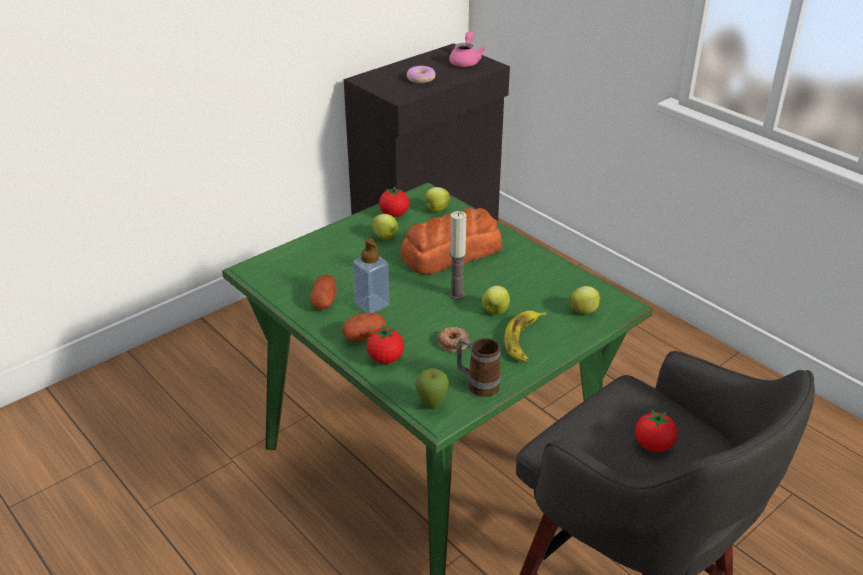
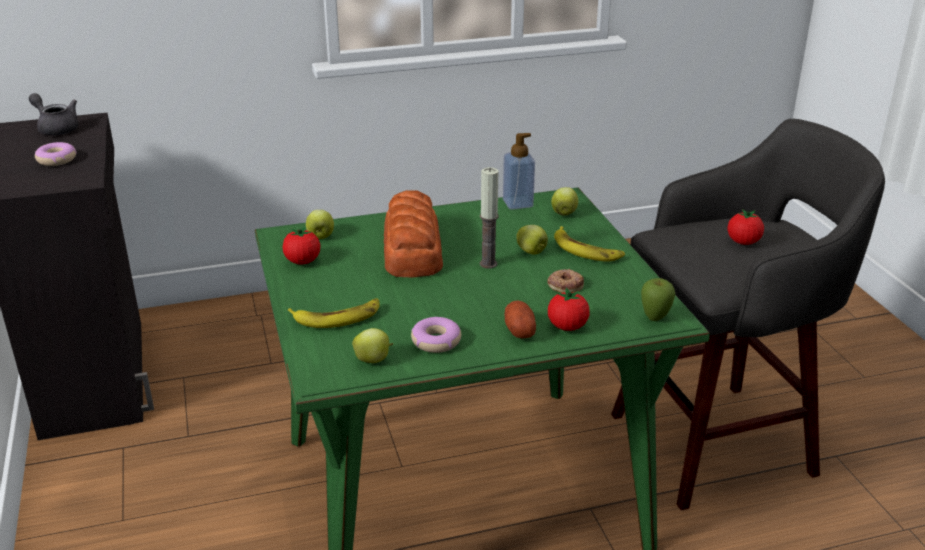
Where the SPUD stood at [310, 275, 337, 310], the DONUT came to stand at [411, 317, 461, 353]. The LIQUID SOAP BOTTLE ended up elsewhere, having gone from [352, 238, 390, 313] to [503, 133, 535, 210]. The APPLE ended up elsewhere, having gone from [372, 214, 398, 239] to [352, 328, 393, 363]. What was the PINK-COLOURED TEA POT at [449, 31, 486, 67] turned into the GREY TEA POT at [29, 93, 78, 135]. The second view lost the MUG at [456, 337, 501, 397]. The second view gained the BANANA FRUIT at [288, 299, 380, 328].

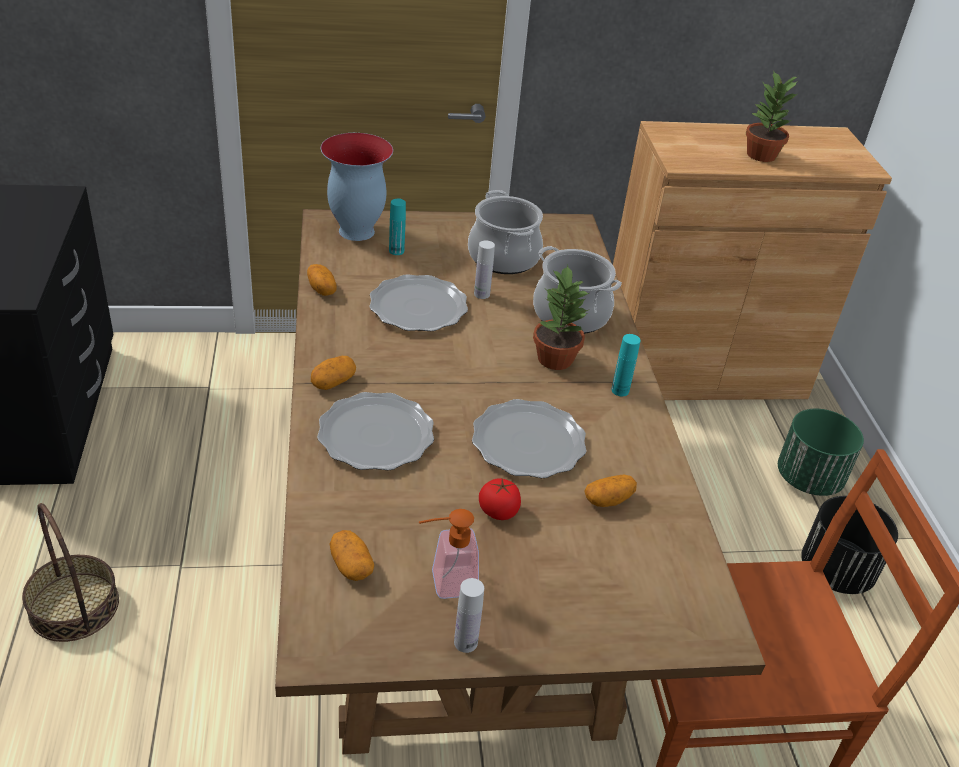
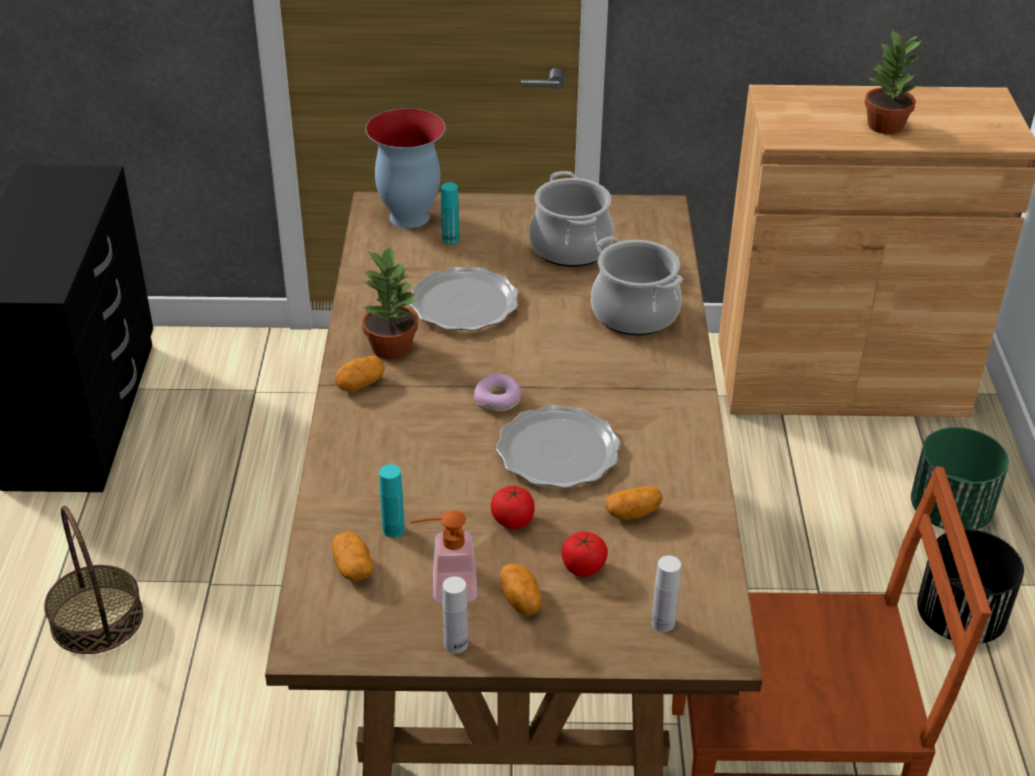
The SPUD ended up elsewhere, having gone from [307, 264, 337, 296] to [500, 563, 542, 615]. The second view lost the DINNER PLATE at [317, 392, 434, 470]. The WHITE-COLOURED BEVERAGE BOTTLE ended up elsewhere, having gone from [474, 240, 495, 299] to [652, 556, 681, 632]. The HOUSEPLANT ended up elsewhere, having gone from [533, 265, 589, 370] to [362, 245, 418, 359]. The TURQUOISE BEVERAGE BOTTLE ended up elsewhere, having gone from [611, 334, 641, 396] to [379, 464, 405, 538]. The second view gained the DONUT at [474, 374, 522, 412]. The second view gained the TOMATO at [562, 532, 608, 577].

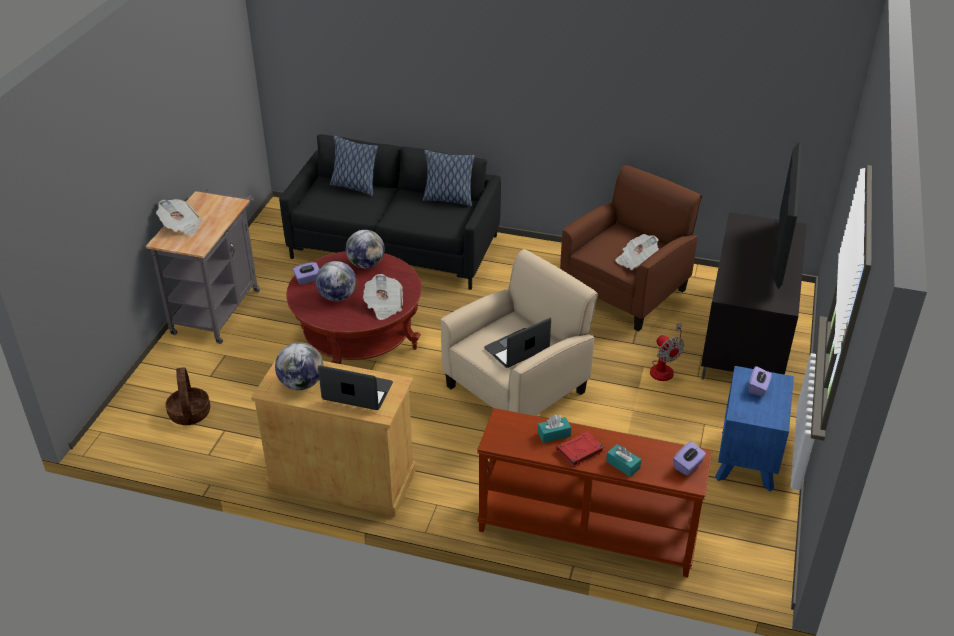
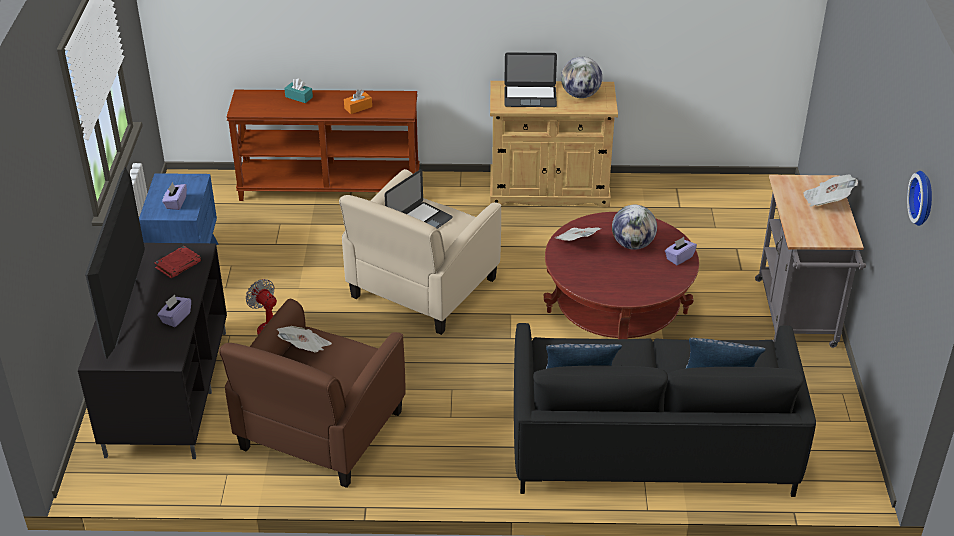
The second view lost the STORAGE BASKET at [166, 367, 210, 425]. The second view lost the WORLD GLOBE at [346, 230, 385, 268]. What was the TURQUOISE TISSUE HOLDER at [537, 415, 571, 443] turned into the ORANGE TISSUE HOLDER at [344, 90, 372, 114]. The RED-COLOURED BOOK ended up elsewhere, having gone from [556, 431, 604, 467] to [155, 246, 201, 279]. The PURPLE TISSUE HOLDER ended up elsewhere, having gone from [673, 441, 706, 476] to [157, 294, 191, 327]. The second view gained the HANGING CLOCK at [907, 171, 932, 226].

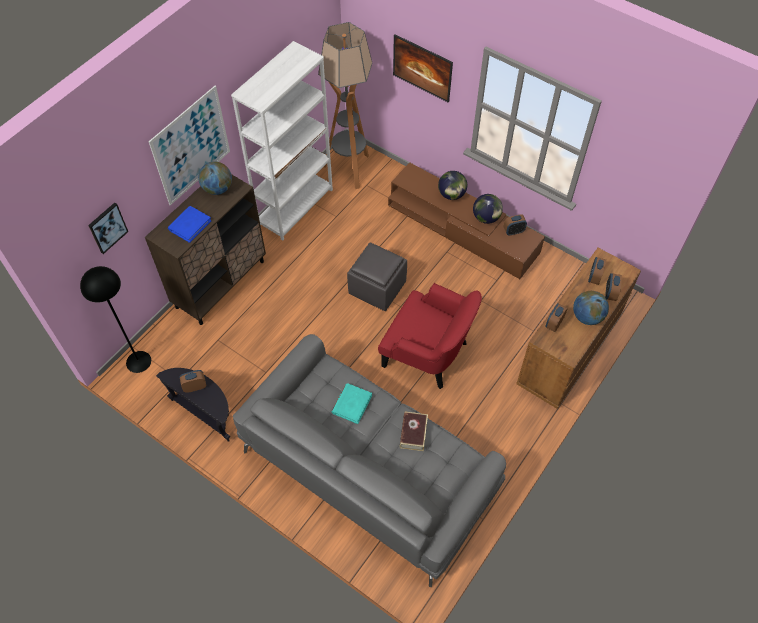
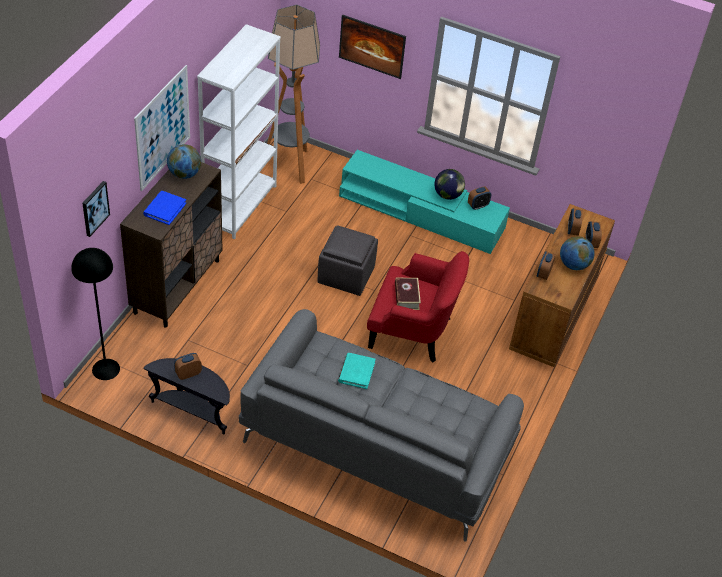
What was the BROWN-COLOURED TV STAND at [388, 162, 545, 279] turned into the TURQUOISE TV STAND at [339, 150, 510, 254]. The BOOK ended up elsewhere, having gone from [400, 412, 428, 451] to [395, 278, 421, 310]. The second view lost the WORLD GLOBE at [438, 171, 467, 200].

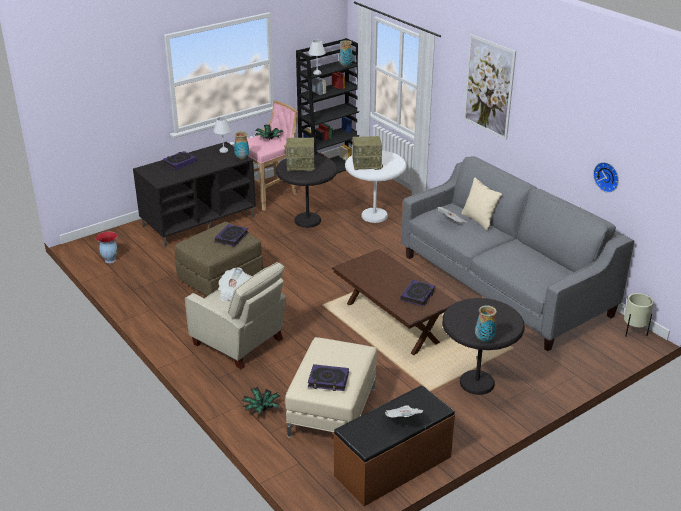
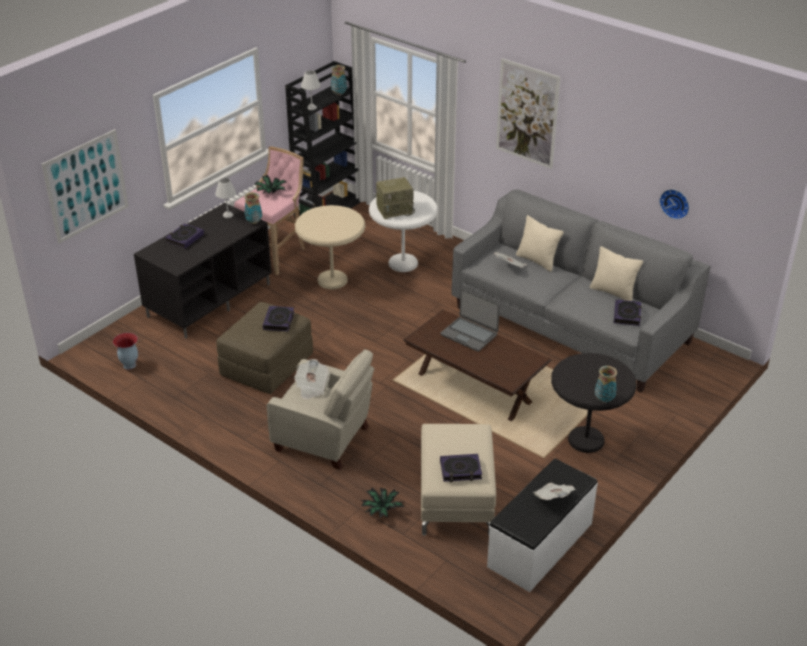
What was the BLACK END TABLE at [276, 155, 338, 228] turned into the BEIGE END TABLE at [295, 205, 365, 289]. The second view lost the RADIO RECEIVER at [286, 137, 316, 172]. What was the BROWN-COLOURED LONG SEAT at [333, 386, 455, 506] turned into the WHITE-COLOURED LONG SEAT at [487, 458, 598, 592]. The BOOK ended up elsewhere, having gone from [400, 280, 435, 307] to [614, 299, 642, 326]. The second view lost the BEIGE FLOWER POT at [624, 293, 654, 337]. The second view gained the WALL ART at [42, 129, 129, 243]. The second view gained the LAPTOP at [440, 289, 500, 352]. The second view gained the BEIGE THROW PILLOW at [590, 246, 643, 301].

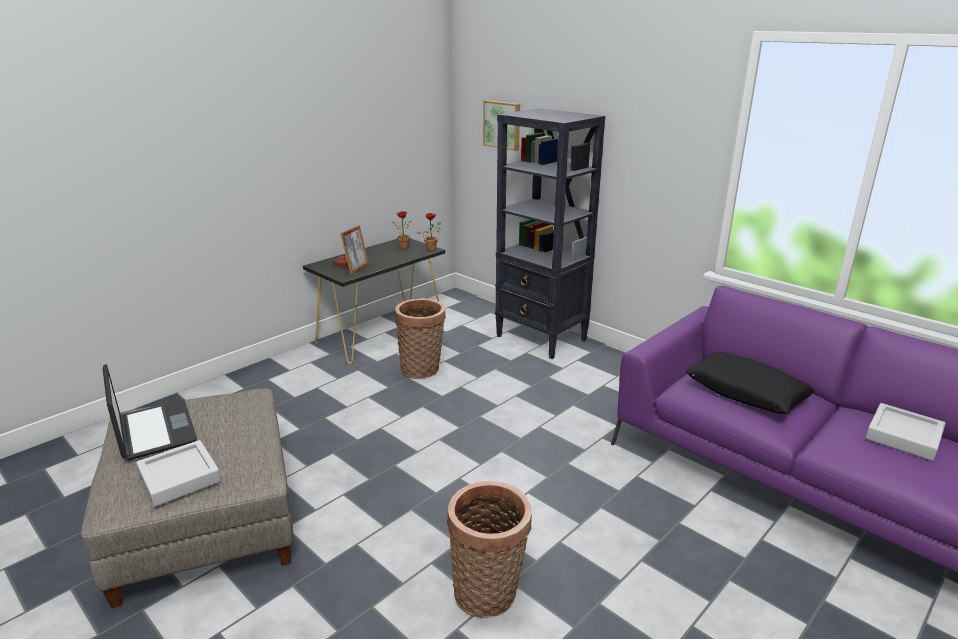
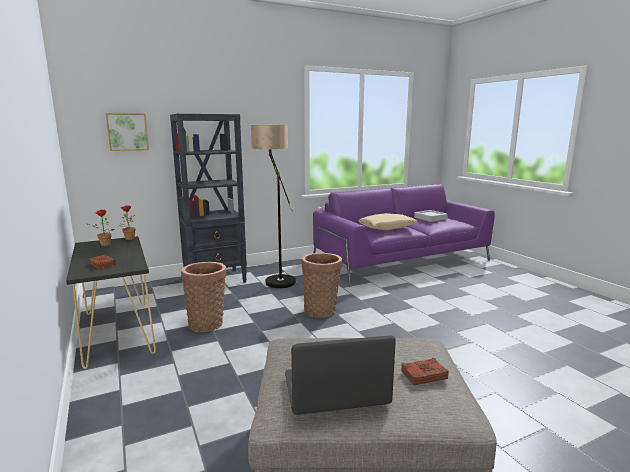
Where the GREY TRAY stood at [136, 440, 221, 507], the BROWN-COLOURED BOOK came to stand at [401, 358, 449, 385]. The second view lost the PICTURE FRAME at [340, 225, 369, 274]. The STORAGE BASKET ended up elsewhere, having gone from [447, 481, 532, 618] to [301, 253, 342, 318]. What was the BLACK THROW PILLOW at [686, 352, 815, 414] turned into the BEIGE THROW PILLOW at [359, 213, 417, 230]. The second view gained the FLOOR LAMP at [251, 124, 296, 288].

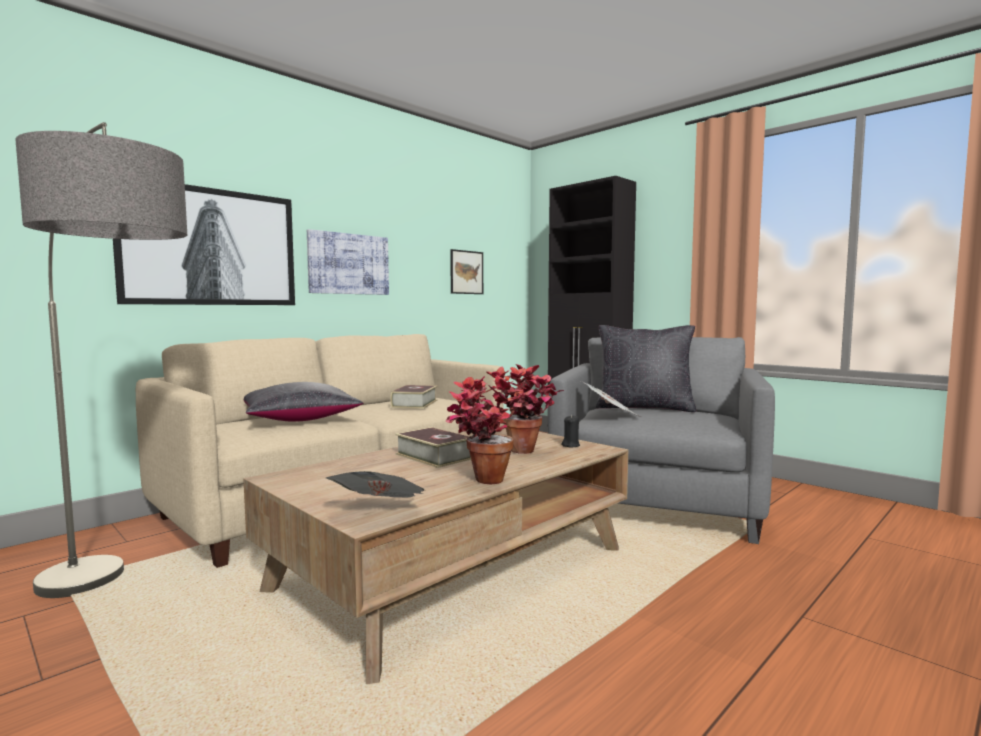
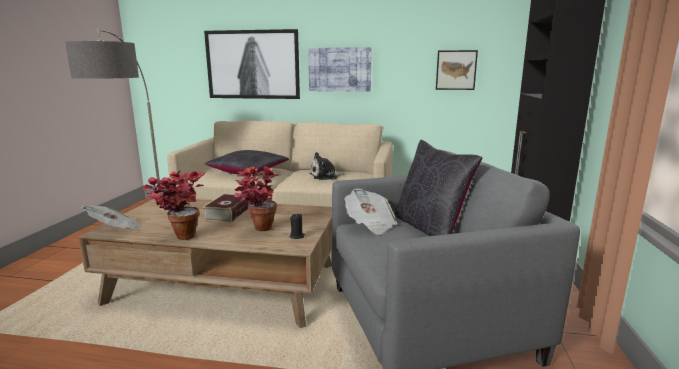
Where the BOOK stood at [390, 385, 437, 409], the CUDDLY TOY came to stand at [310, 152, 345, 180].

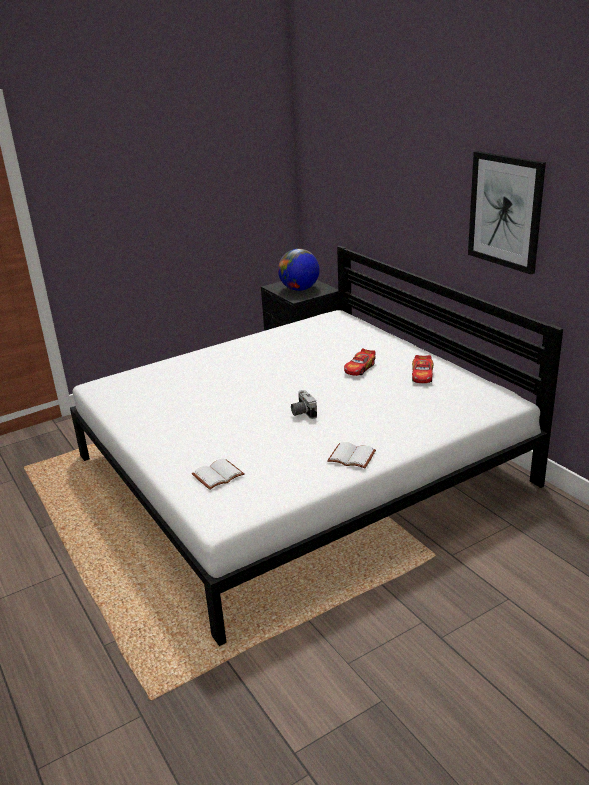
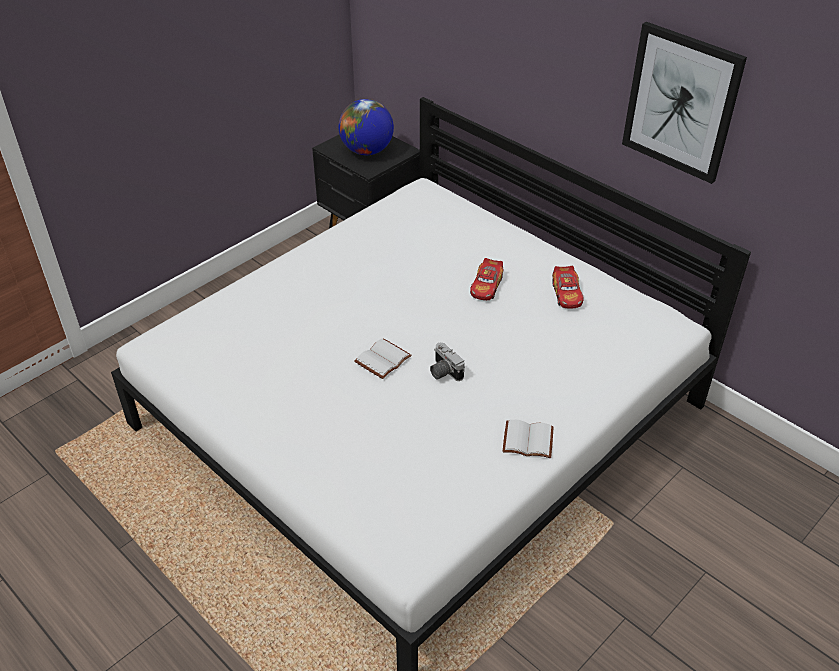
The WHITE-COLOURED BOOK ended up elsewhere, having gone from [192, 458, 244, 490] to [354, 338, 412, 379].

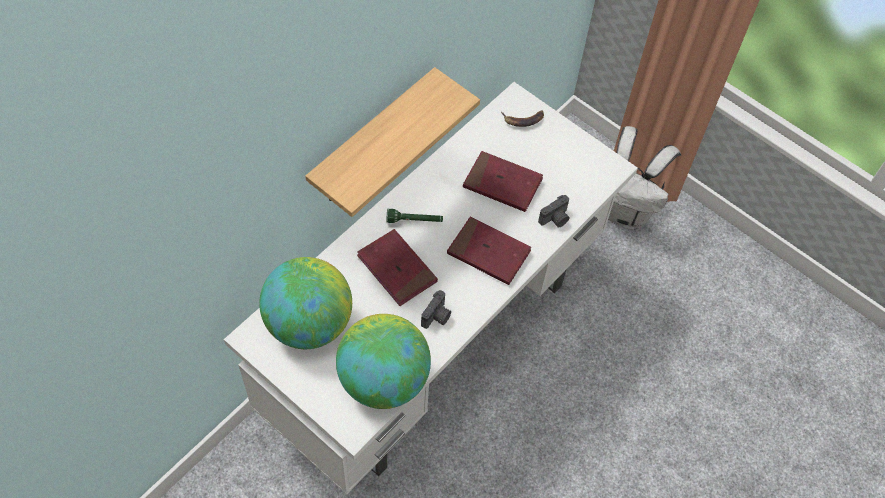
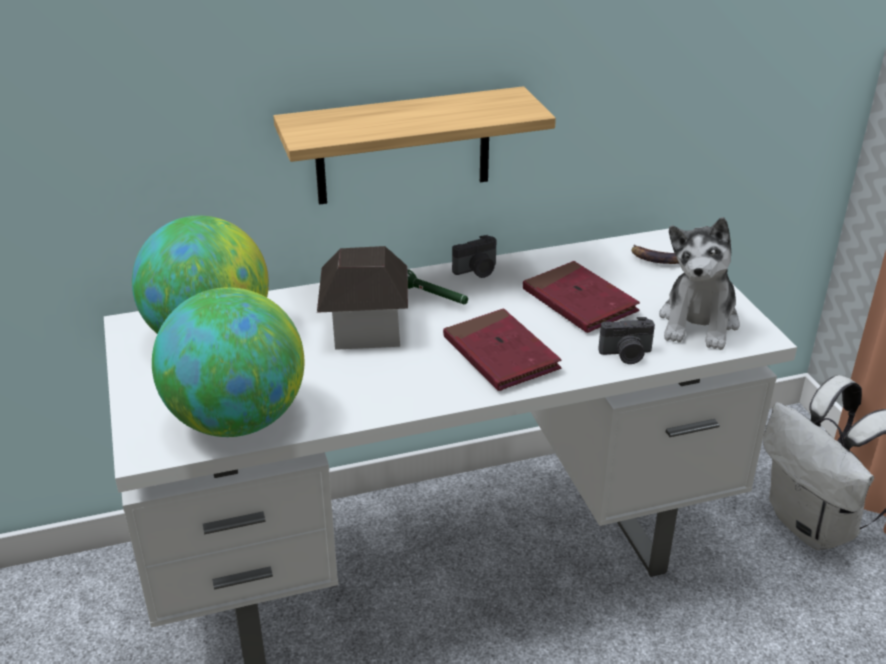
Where the RED-COLOURED BOOK stood at [357, 229, 438, 306], the MODEL HOUSE came to stand at [317, 246, 408, 350]. The STILL CAMERA ended up elsewhere, having gone from [421, 290, 451, 329] to [452, 235, 497, 278]. The second view gained the CUDDLY TOY at [659, 217, 740, 350].

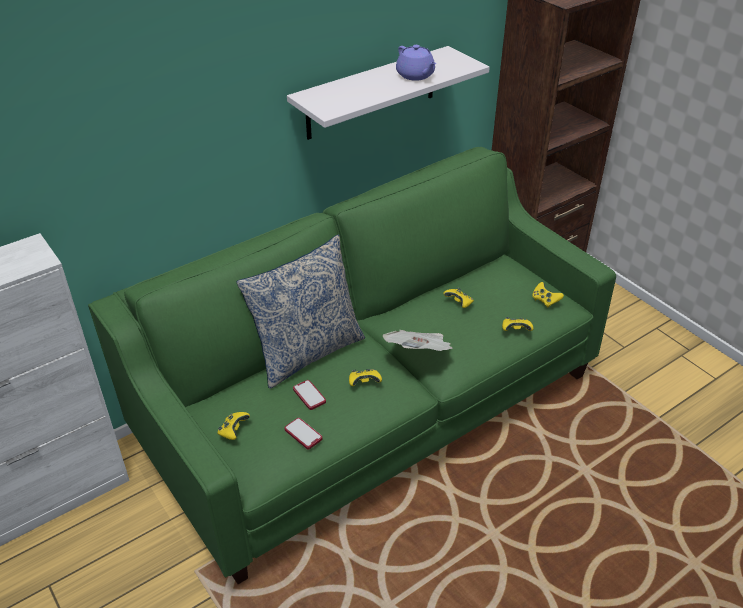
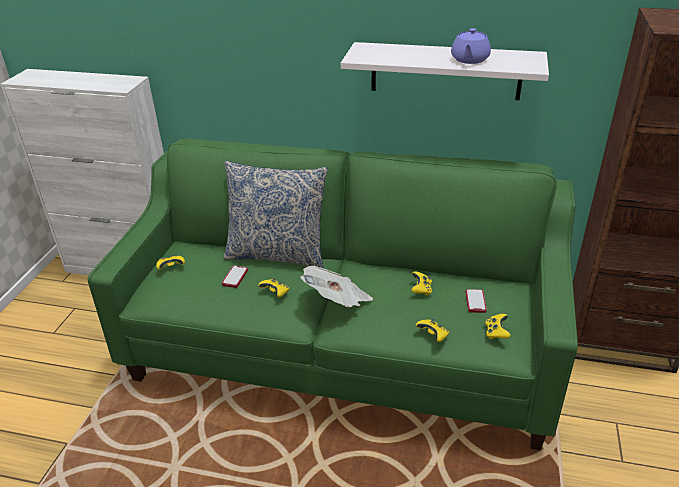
The HANDSET ended up elsewhere, having gone from [284, 418, 322, 449] to [466, 289, 487, 313].

